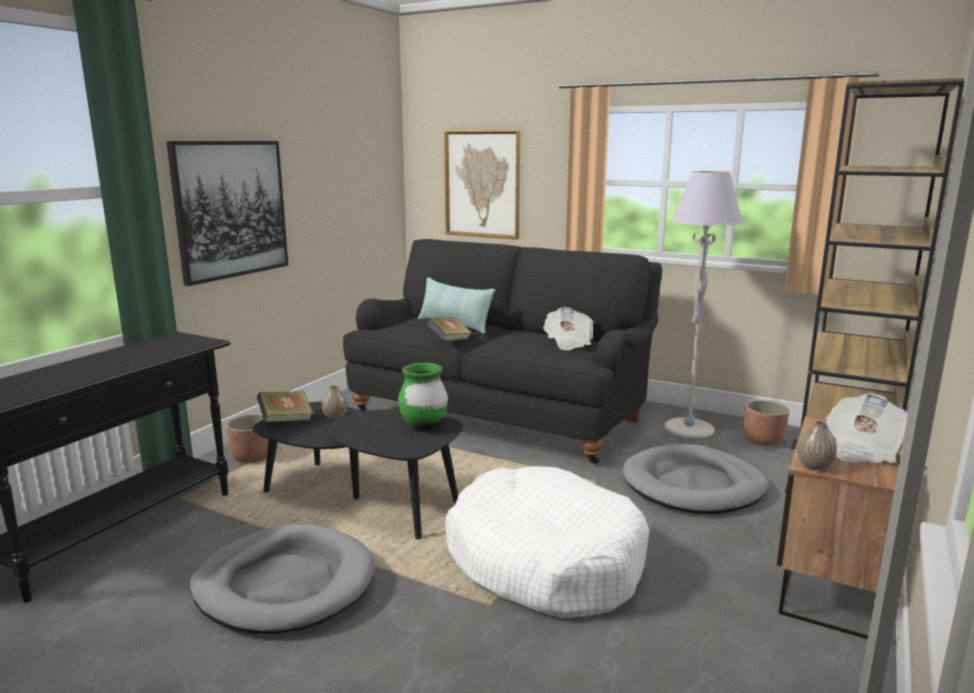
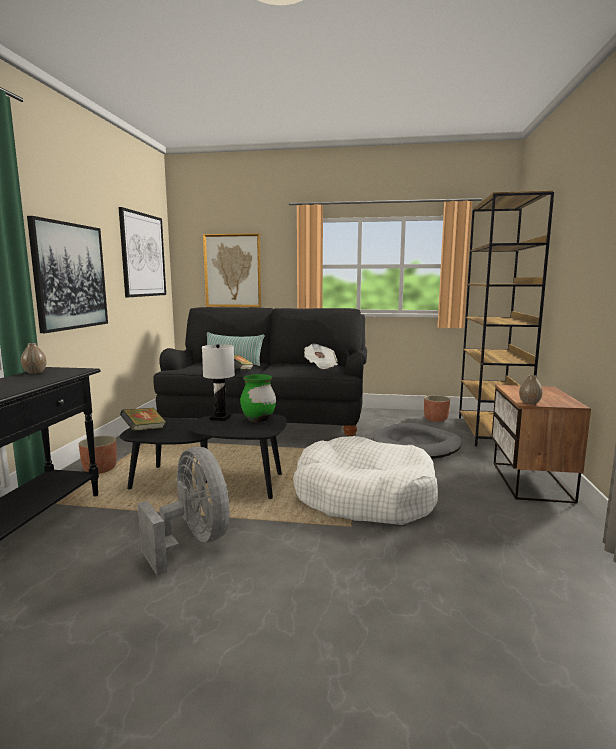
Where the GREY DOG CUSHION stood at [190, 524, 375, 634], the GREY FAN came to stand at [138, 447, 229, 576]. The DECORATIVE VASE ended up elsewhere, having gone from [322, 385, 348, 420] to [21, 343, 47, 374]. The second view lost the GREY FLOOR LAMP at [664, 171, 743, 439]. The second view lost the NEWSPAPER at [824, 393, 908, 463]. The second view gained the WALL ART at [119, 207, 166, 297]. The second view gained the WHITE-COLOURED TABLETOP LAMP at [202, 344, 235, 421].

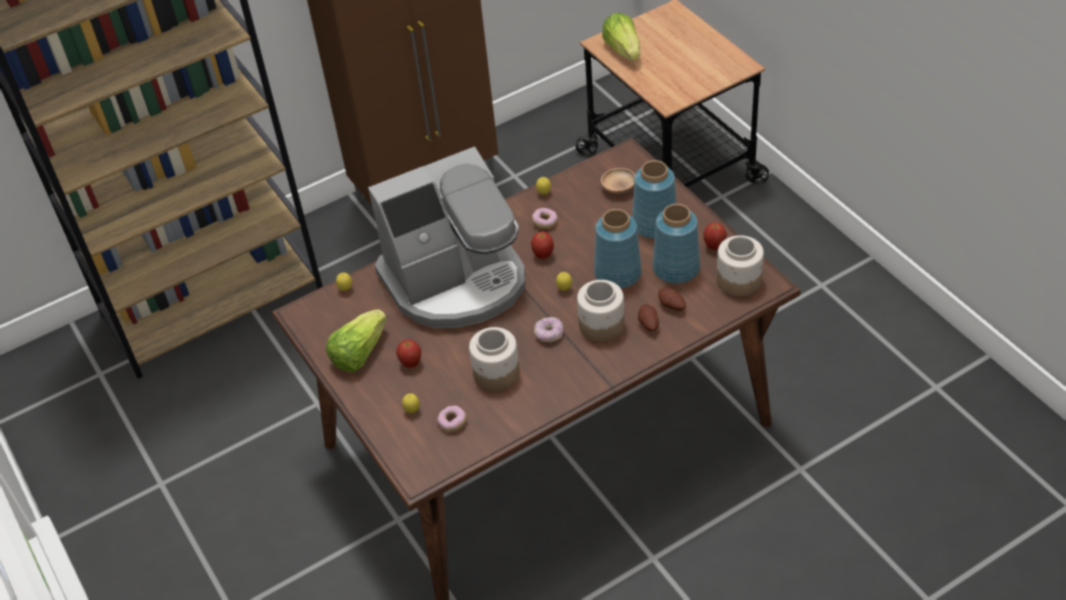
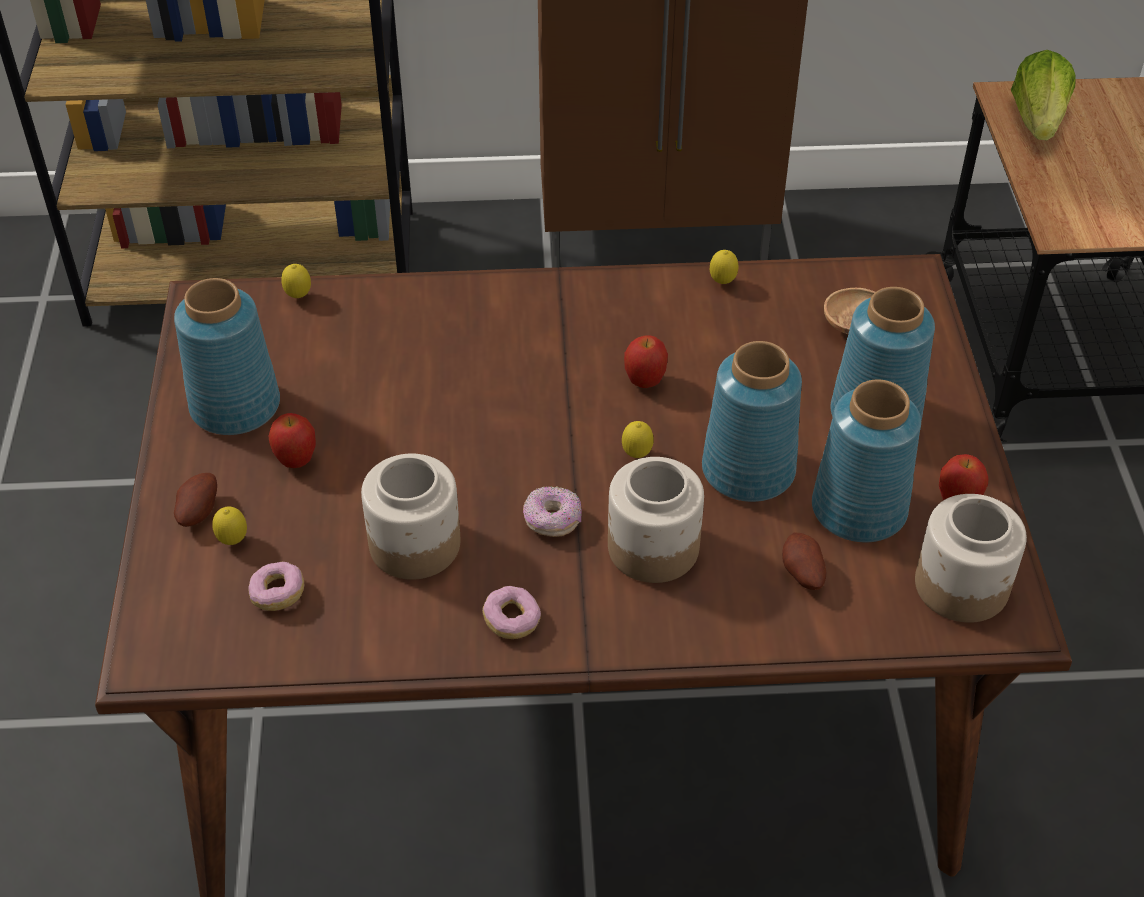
Where the LETTUCE HEAD stood at [326, 309, 387, 373], the BLUISH DECORATIVE VASE came to stand at [174, 278, 280, 435]. The second view lost the COFFEE BREWER at [368, 146, 525, 328]. The DONUT ended up elsewhere, having gone from [532, 208, 558, 229] to [482, 586, 541, 639]. The SPUD ended up elsewhere, having gone from [638, 304, 659, 331] to [174, 473, 217, 527].

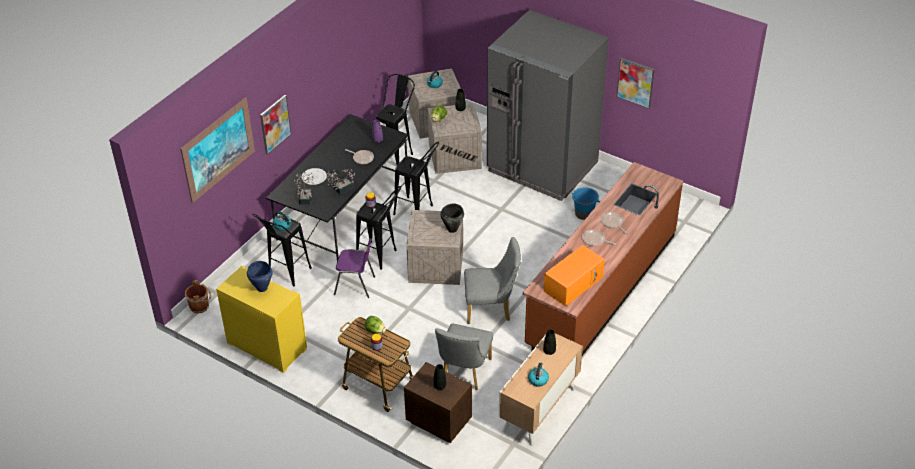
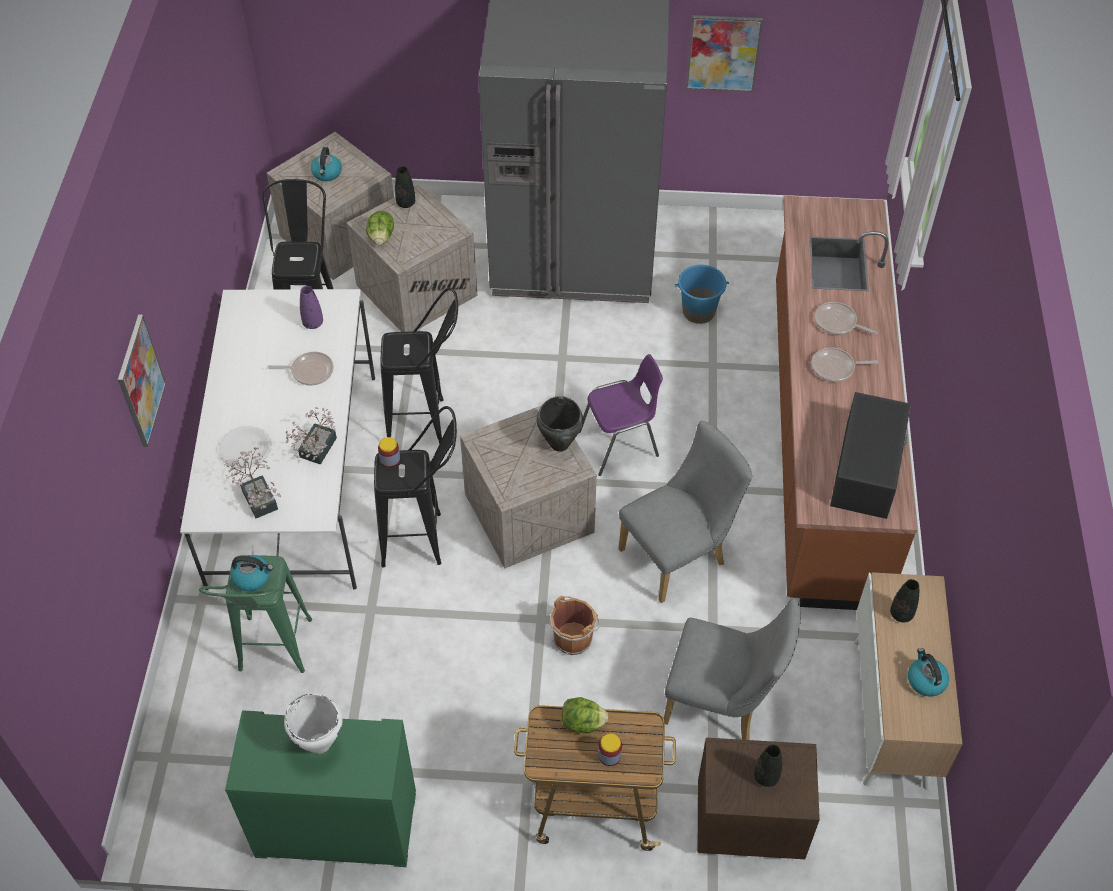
The second view lost the WALL ART at [180, 97, 255, 203]. The BROWN-COLOURED BUCKET ended up elsewhere, having gone from [185, 280, 211, 314] to [549, 596, 600, 655]. What was the YELLOW CHEST OF DRAWERS at [216, 266, 307, 373] turned into the GREENISH CHEST OF DRAWERS at [225, 710, 416, 867]. What was the BLUISH STOCKPOT at [247, 261, 273, 292] turned into the WHITE-COLOURED STOCKPOT at [284, 694, 342, 754]. What was the BLACK SITTING STOOL at [252, 213, 312, 287] turned into the GREENISH SITTING STOOL at [199, 555, 312, 673]. What was the BLACK DINING TABLE at [266, 114, 409, 261] turned into the WHITE-COLOURED DINING TABLE at [179, 289, 375, 590]. The PURPLE CHAIR ended up elsewhere, having gone from [334, 238, 375, 298] to [579, 354, 663, 476]. The GREY CHAIR at [435, 323, 493, 390] ended up facing another way, 60 degrees counterclockwise from before. What was the ORANGE MICROWAVE OVEN at [544, 245, 605, 306] turned into the BLACK MICROWAVE OVEN at [830, 392, 911, 519].

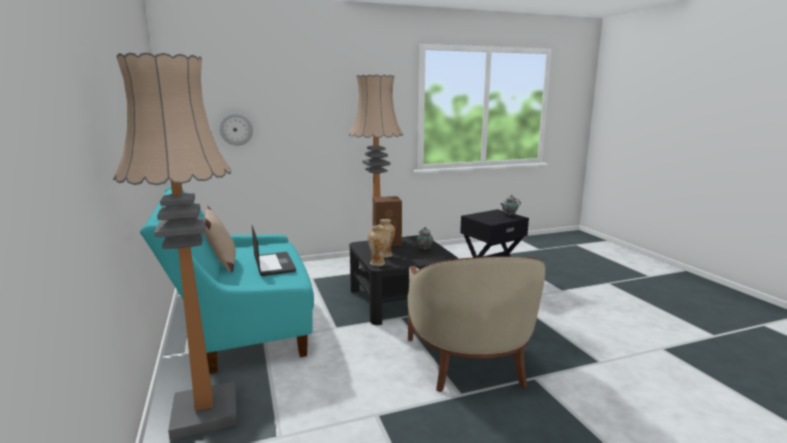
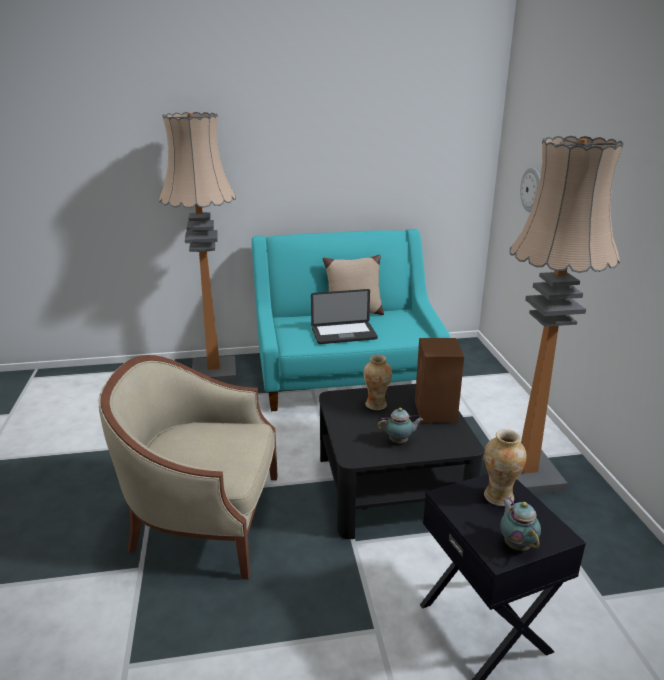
The DECORATIVE VASE ended up elsewhere, having gone from [367, 225, 388, 266] to [484, 429, 527, 506].

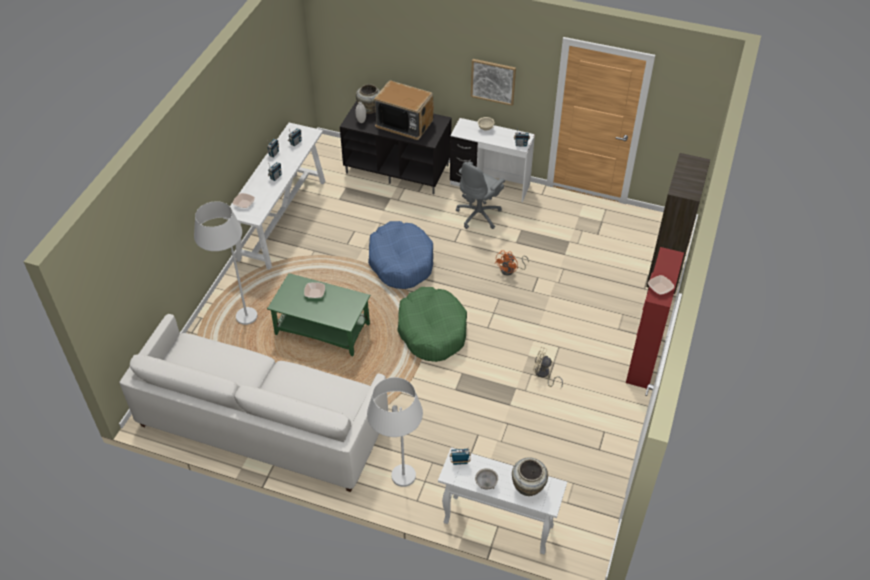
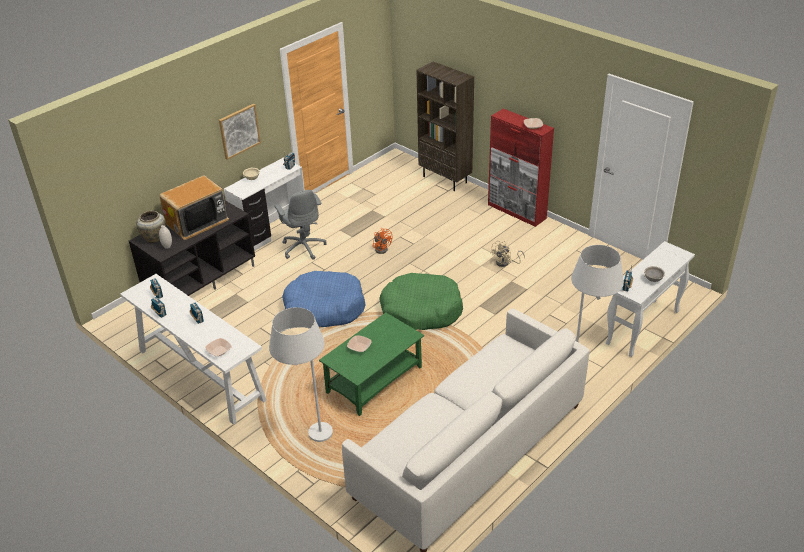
The second view lost the BEIGE DECORATIVE VASE at [512, 457, 548, 496].

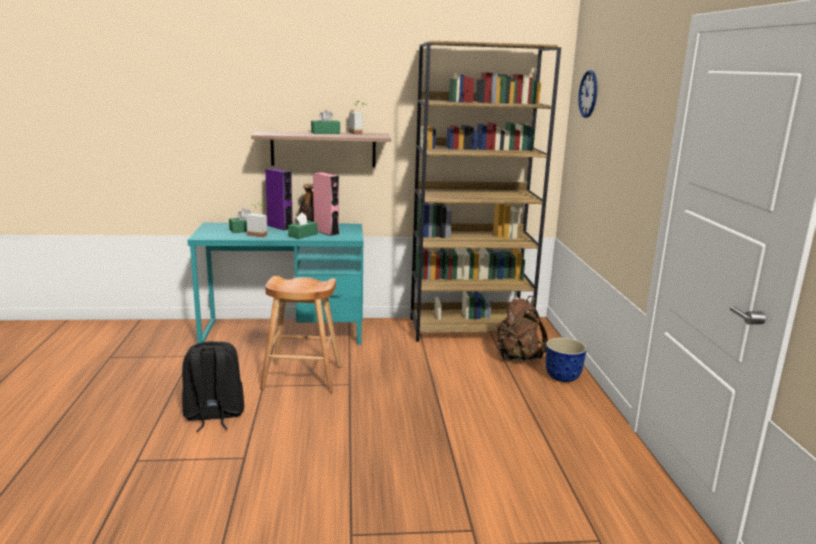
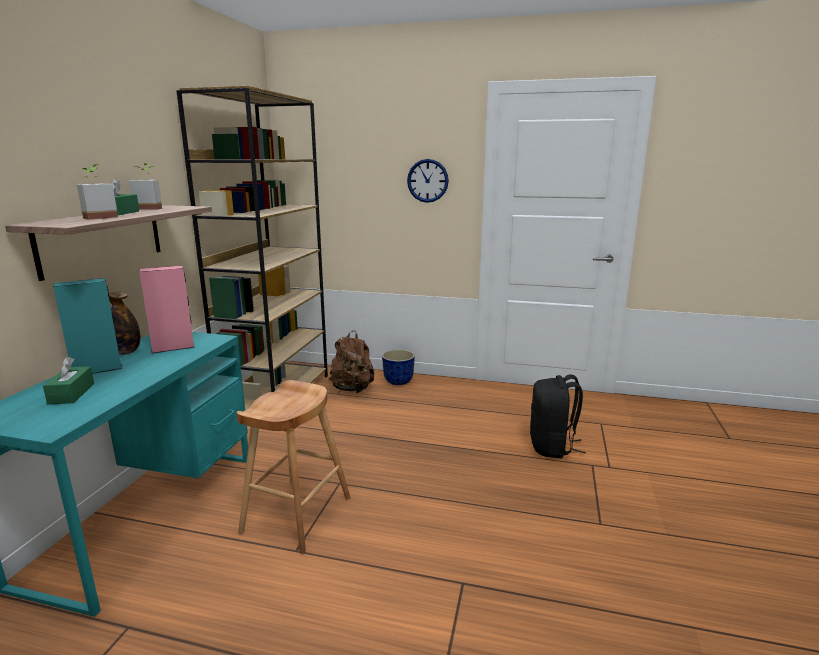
The BLACK BACKPACK ended up elsewhere, having gone from [182, 341, 244, 432] to [530, 375, 586, 458]. The HOUSEPLANT ended up elsewhere, having gone from [246, 203, 267, 238] to [77, 164, 118, 220]. What was the PURPLE AUDIO SPEAKER at [265, 168, 293, 231] turned into the TURQUOISE AUDIO SPEAKER at [53, 278, 122, 374]. The second view lost the GREENISH TISSUE HOLDER at [288, 212, 318, 239]. The HANGING CLOCK ended up elsewhere, having gone from [578, 70, 598, 118] to [407, 159, 449, 203].

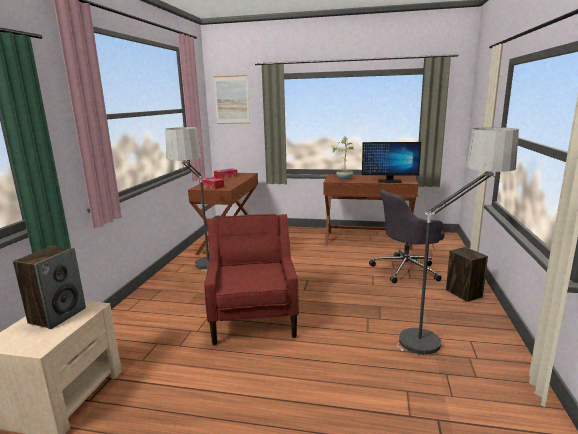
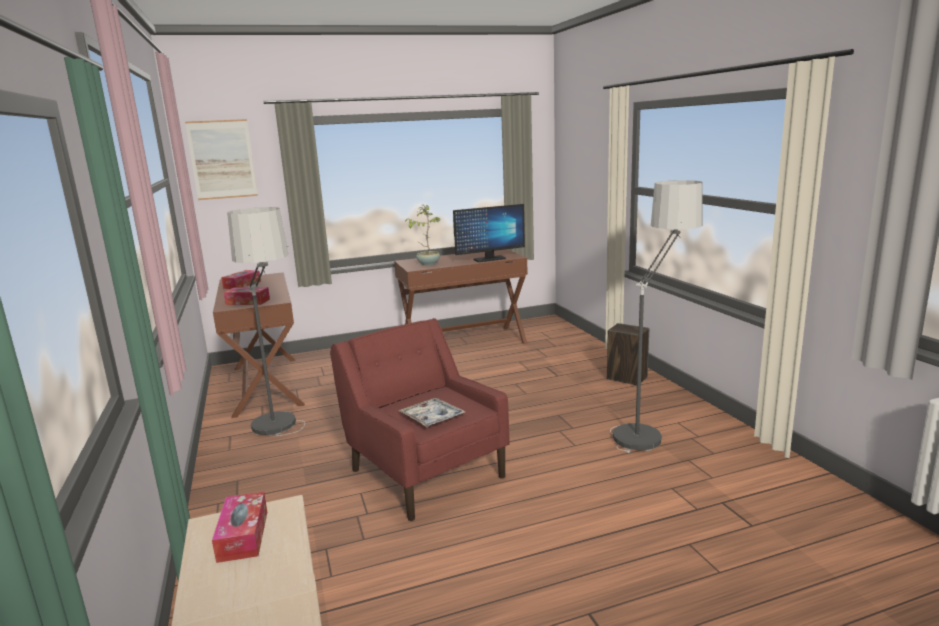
Where the AUDIO SPEAKER stood at [13, 246, 86, 329], the TISSUE HOLDER came to stand at [212, 492, 267, 563]. The second view lost the GREY OFFICE CHAIR at [369, 190, 444, 283]. The second view gained the TRAY at [398, 398, 465, 427].

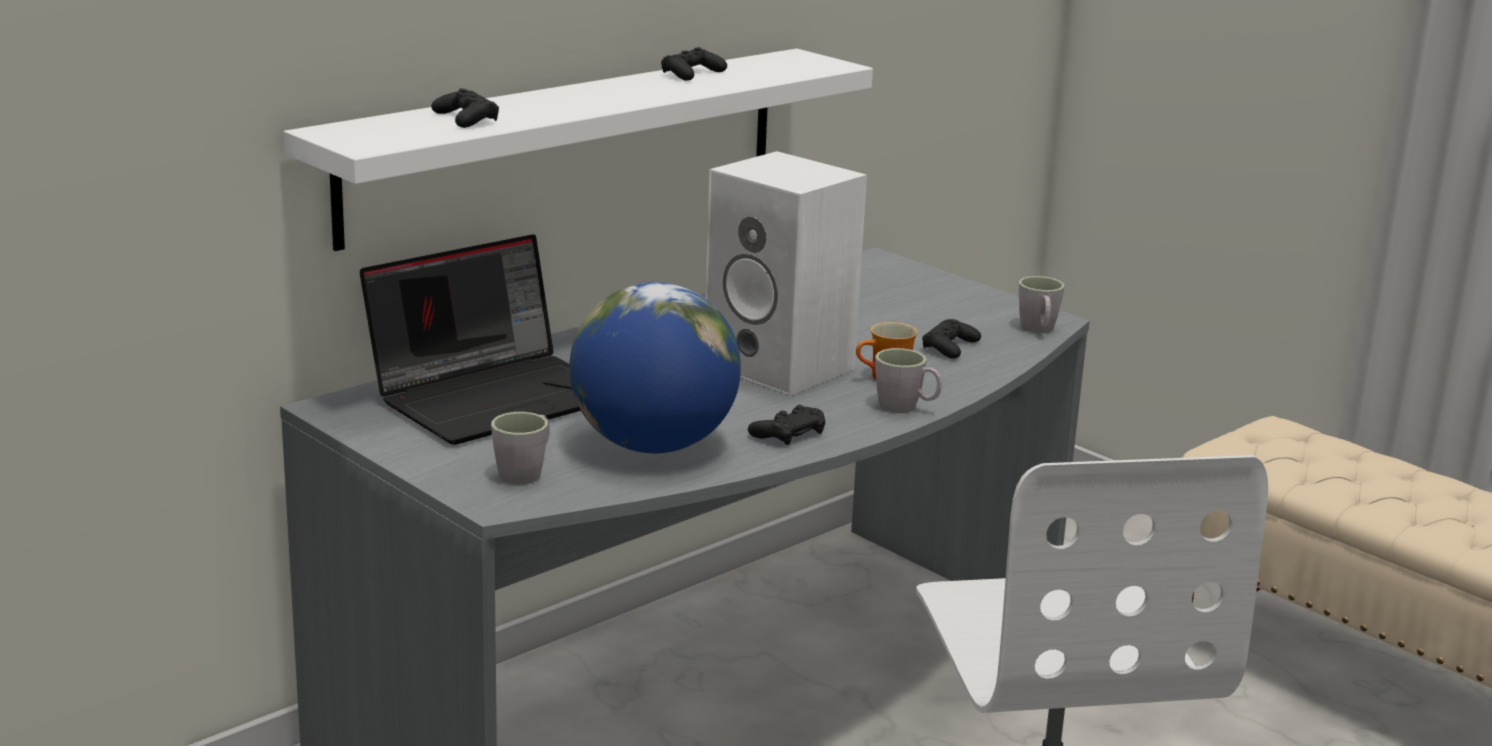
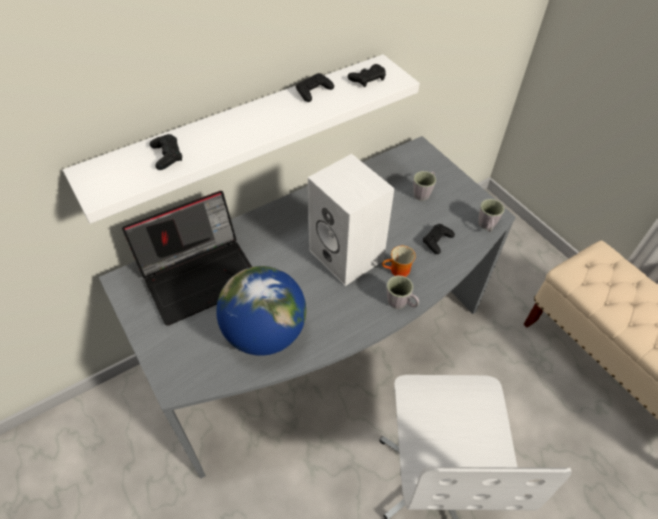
The GREY MUG ended up elsewhere, having gone from [491, 412, 550, 485] to [413, 171, 436, 201]. The BLACK GAMEPAD ended up elsewhere, having gone from [748, 405, 826, 446] to [348, 64, 386, 88].

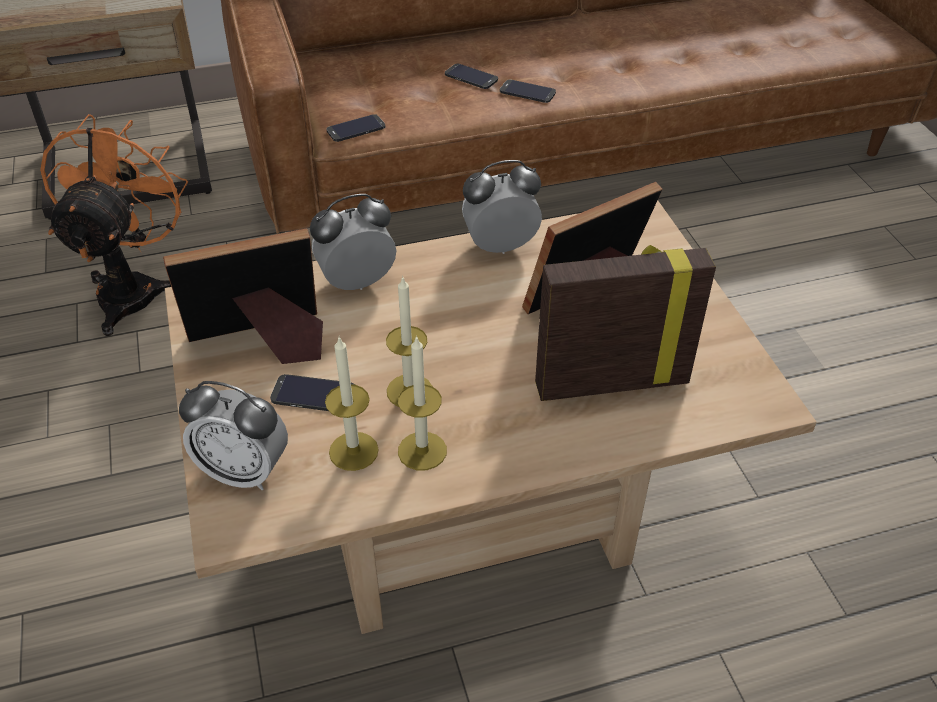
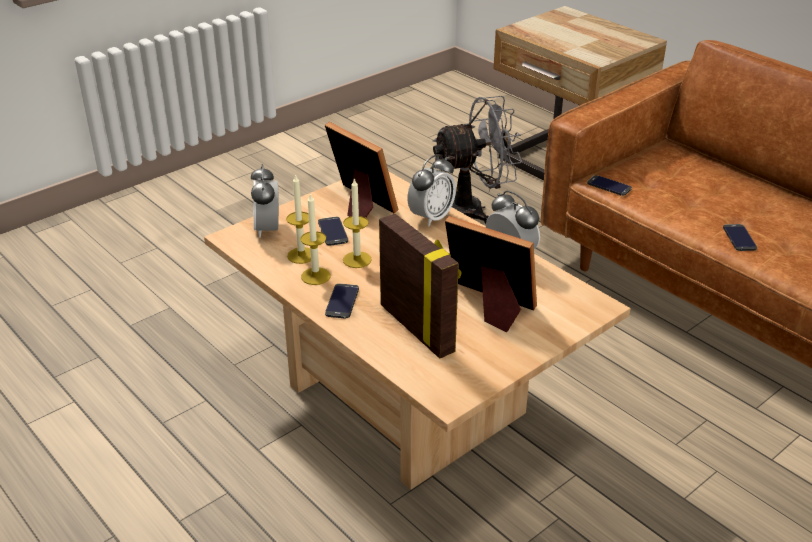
What was the ORANGE FAN at [40, 114, 188, 336] turned into the GREY FAN at [432, 96, 522, 224]. The BEDSIDE CLOCK at [310, 194, 396, 290] ended up facing another way, 90 degrees clockwise from before. The HANDSET ended up elsewhere, having gone from [445, 64, 498, 89] to [325, 284, 359, 318].

